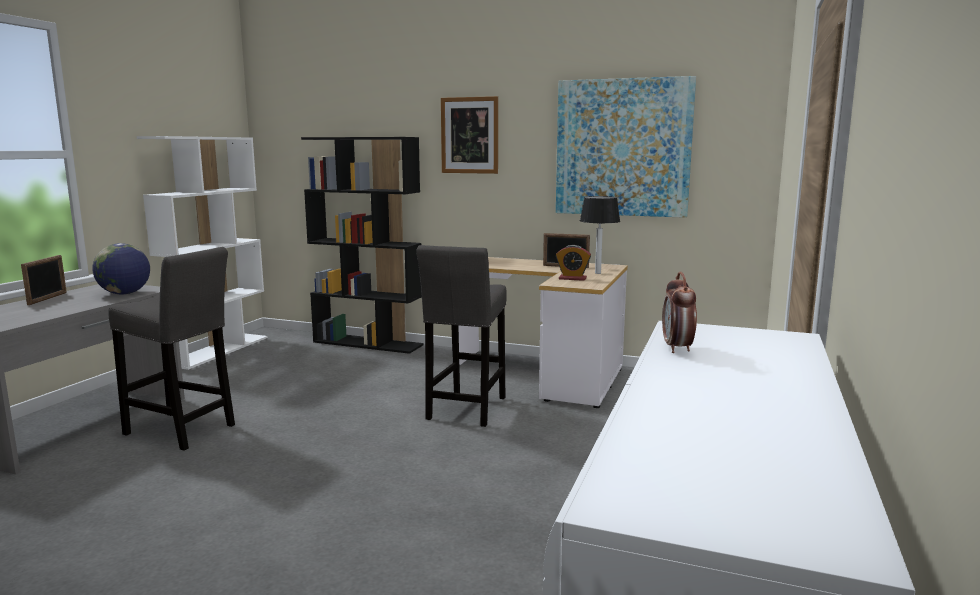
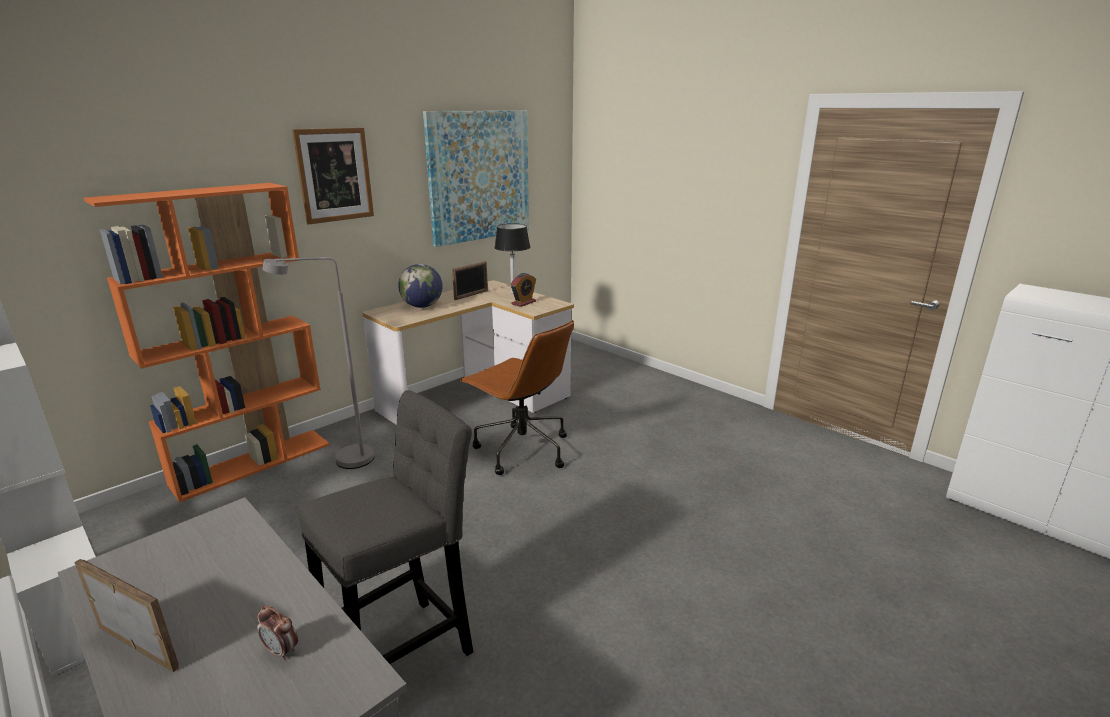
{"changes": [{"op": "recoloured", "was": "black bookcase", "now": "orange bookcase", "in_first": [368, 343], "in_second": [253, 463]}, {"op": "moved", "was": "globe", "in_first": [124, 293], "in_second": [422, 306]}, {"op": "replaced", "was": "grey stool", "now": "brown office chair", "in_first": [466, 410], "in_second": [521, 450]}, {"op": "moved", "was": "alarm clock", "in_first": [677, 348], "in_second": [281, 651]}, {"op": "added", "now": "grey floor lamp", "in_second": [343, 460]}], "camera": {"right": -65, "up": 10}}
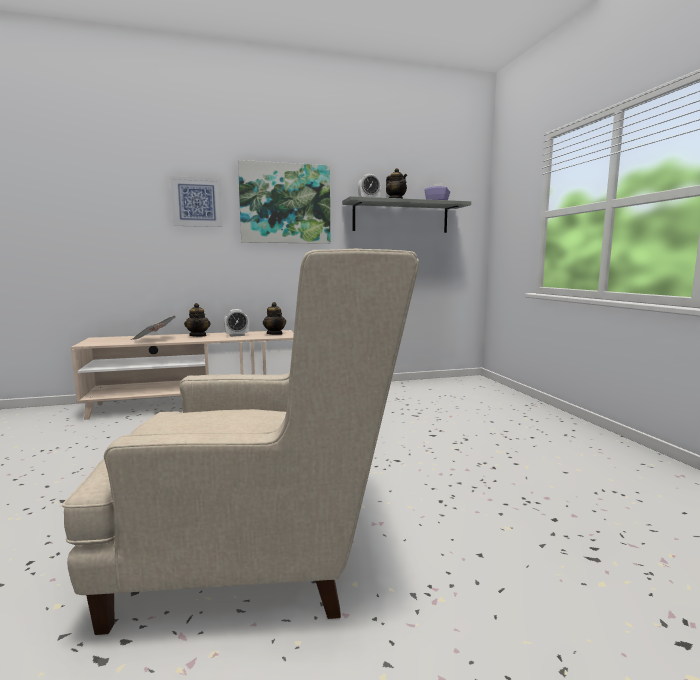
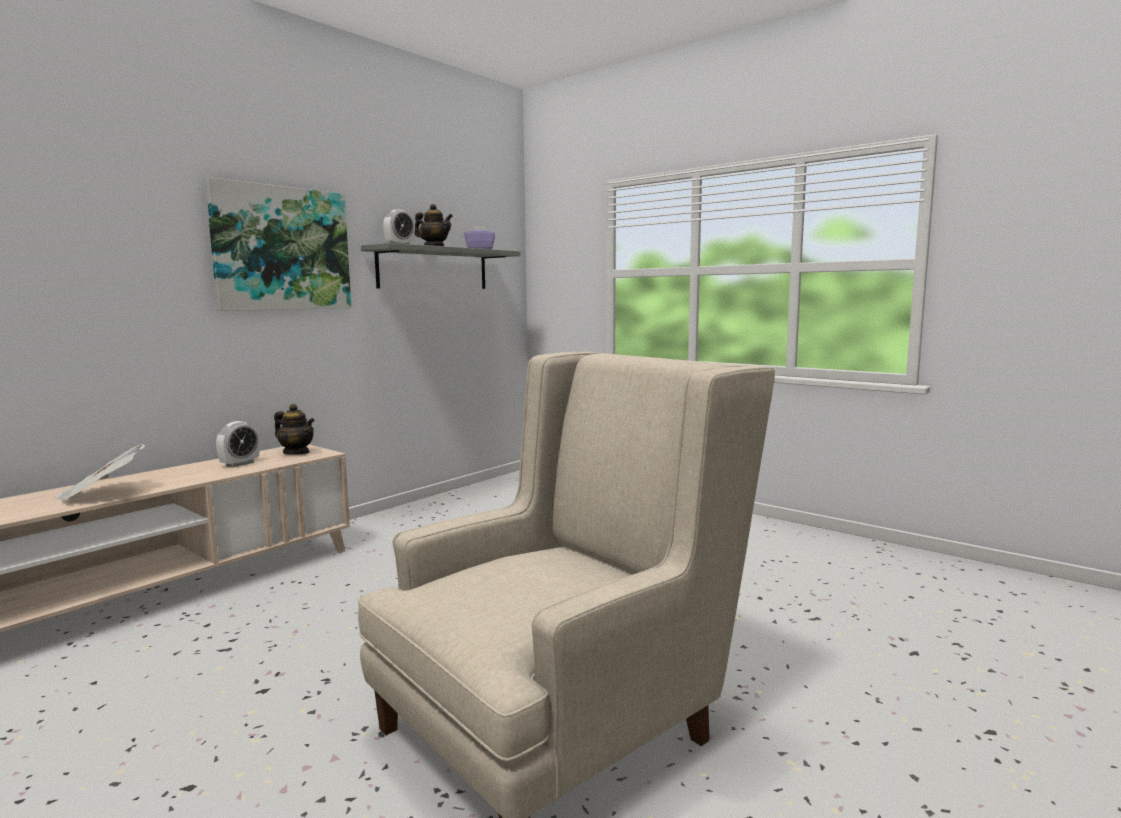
{"changes": [{"op": "removed", "was": "picture", "in_first": [197, 202]}, {"op": "removed", "was": "teapot", "in_first": [198, 335]}], "camera": {"right": -35, "up": 0}}
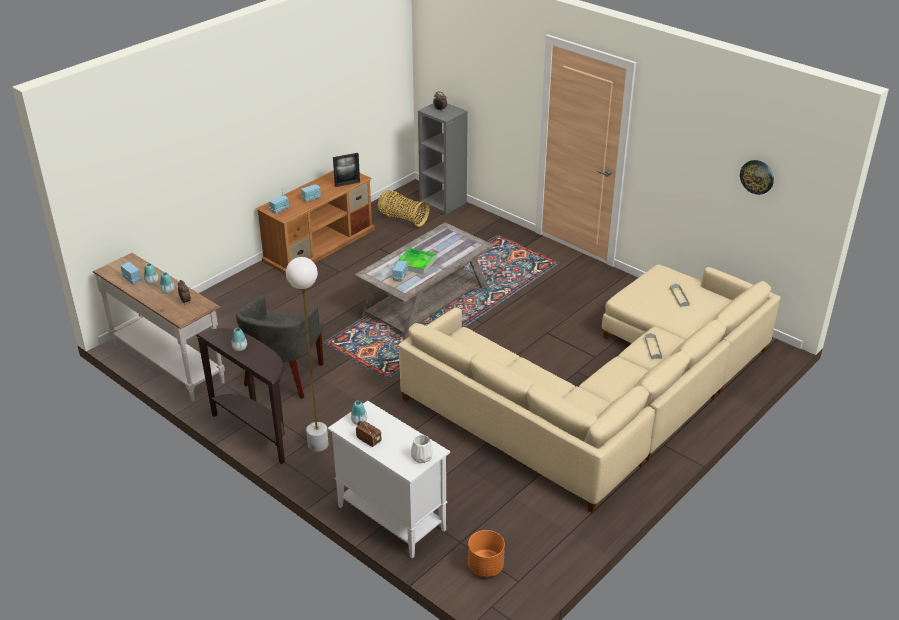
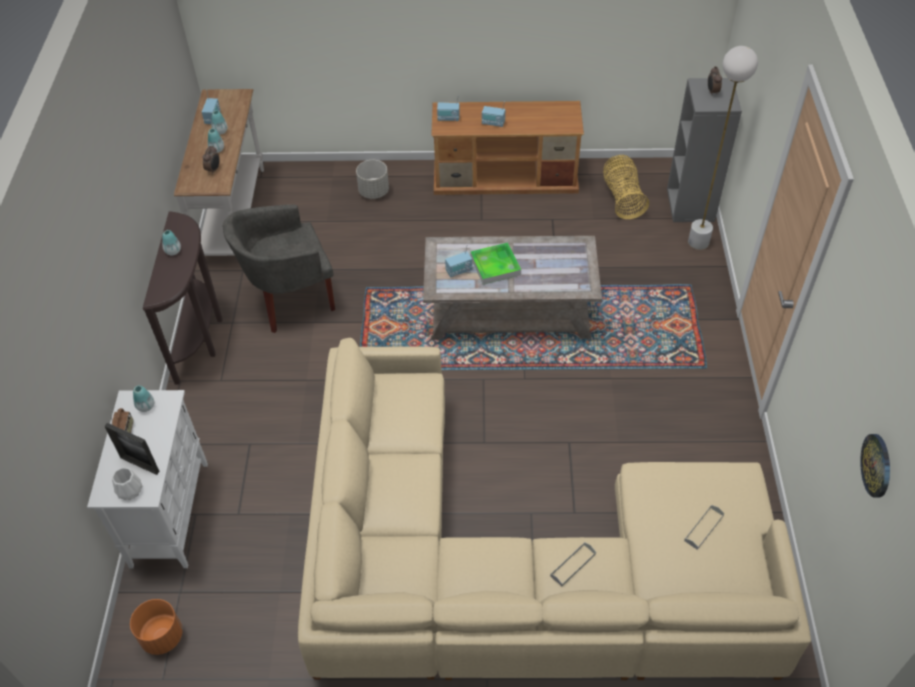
{"changes": [{"op": "moved", "was": "picture frame", "in_first": [347, 184], "in_second": [140, 464]}, {"op": "moved", "was": "white floor lamp", "in_first": [318, 444], "in_second": [698, 242]}, {"op": "added", "now": "grey planter", "in_second": [373, 192]}], "camera": {"right": 50, "up": 15}}
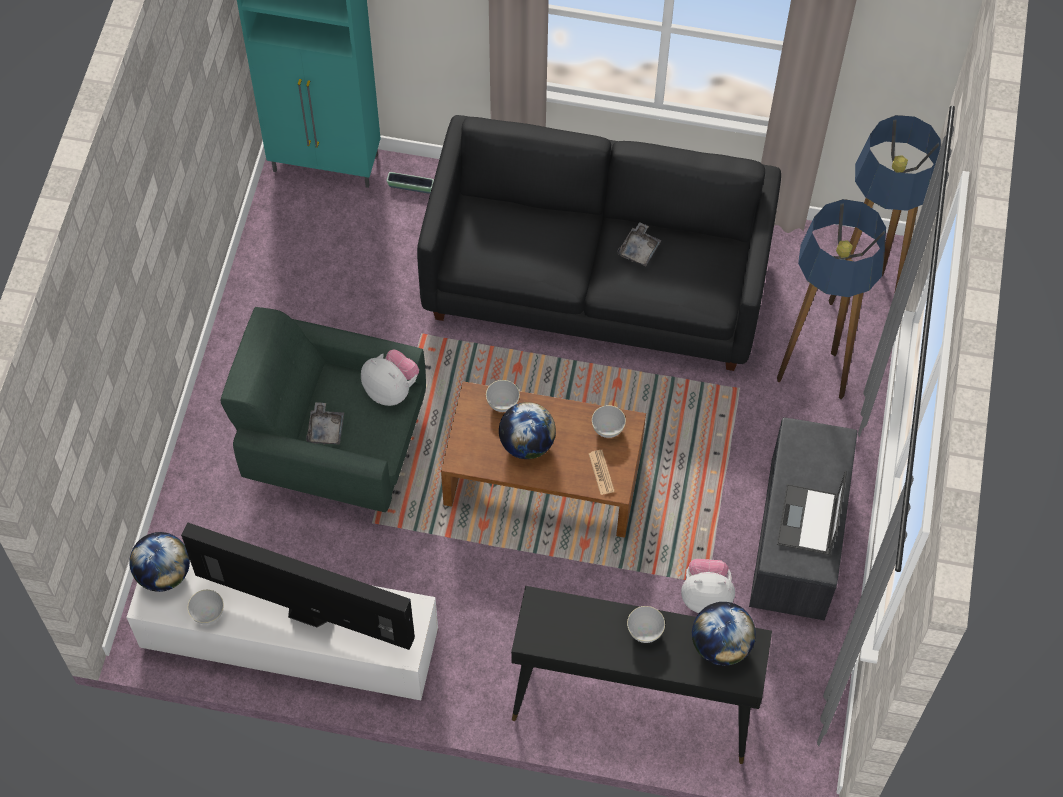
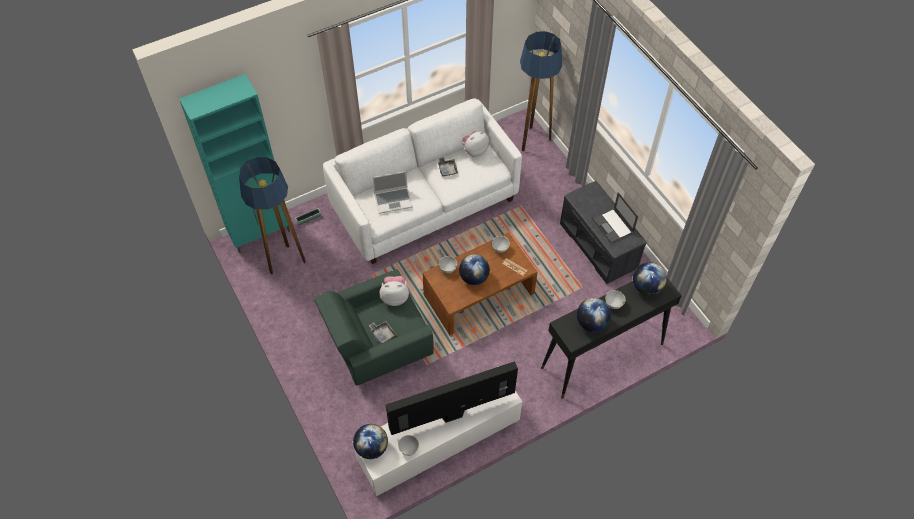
{"changes": [{"op": "recoloured", "was": "black sofa", "now": "white sofa", "in_first": [597, 281], "in_second": [425, 203]}, {"op": "moved", "was": "floor lamp", "in_first": [810, 377], "in_second": [285, 262]}, {"op": "moved", "was": "plush toy", "in_first": [705, 596], "in_second": [474, 150]}, {"op": "added", "now": "laptop", "in_second": [393, 200]}, {"op": "added", "now": "globe", "in_second": [591, 323]}], "camera": {"right": -40, "up": -5}}
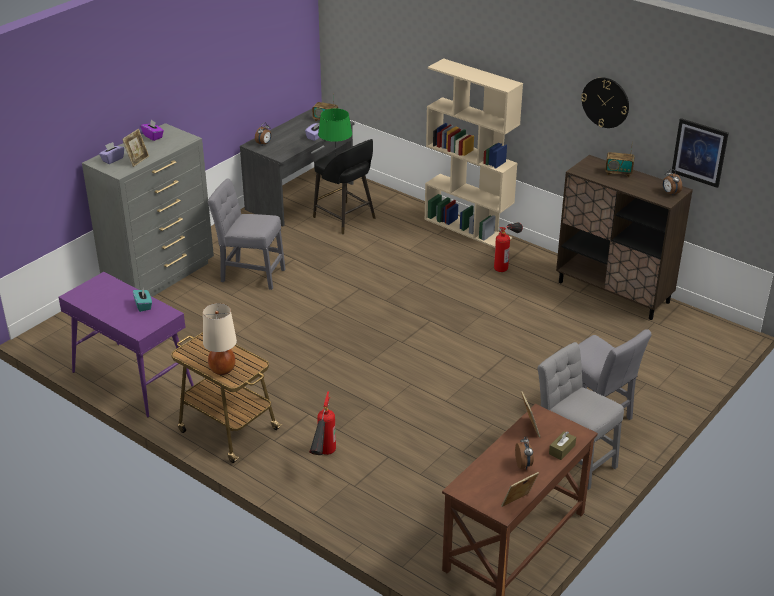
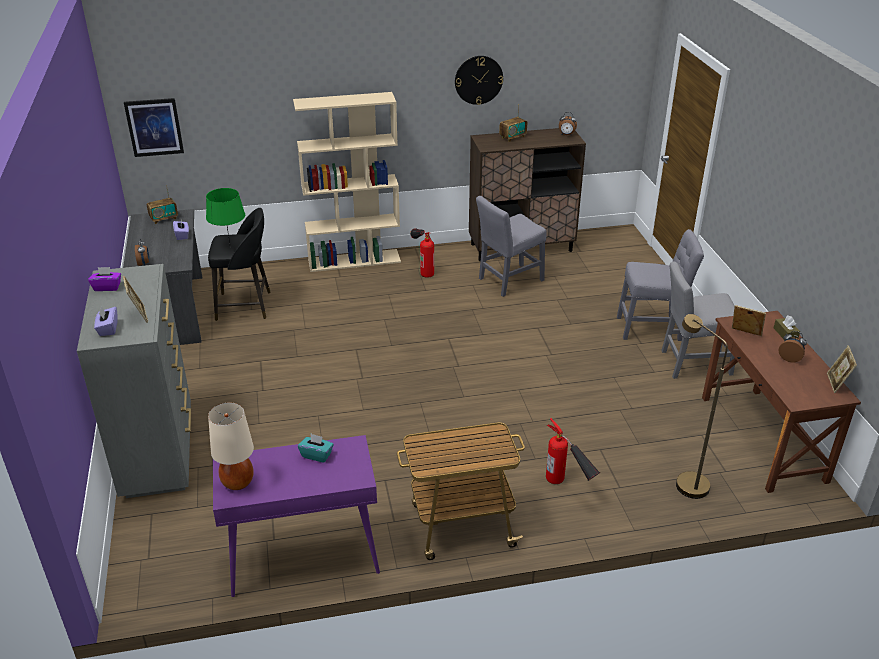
{"changes": [{"op": "moved", "was": "picture", "in_first": [699, 152], "in_second": [154, 127]}, {"op": "moved", "was": "grey chair", "in_first": [250, 274], "in_second": [508, 281]}, {"op": "moved", "was": "beige table lamp", "in_first": [222, 369], "in_second": [237, 482]}, {"op": "added", "now": "brown floor lamp", "in_second": [685, 481]}], "camera": {"right": -50, "up": 0}}
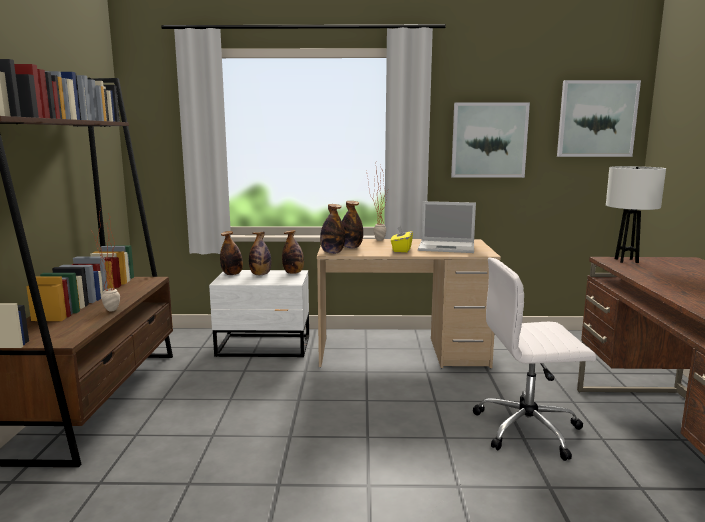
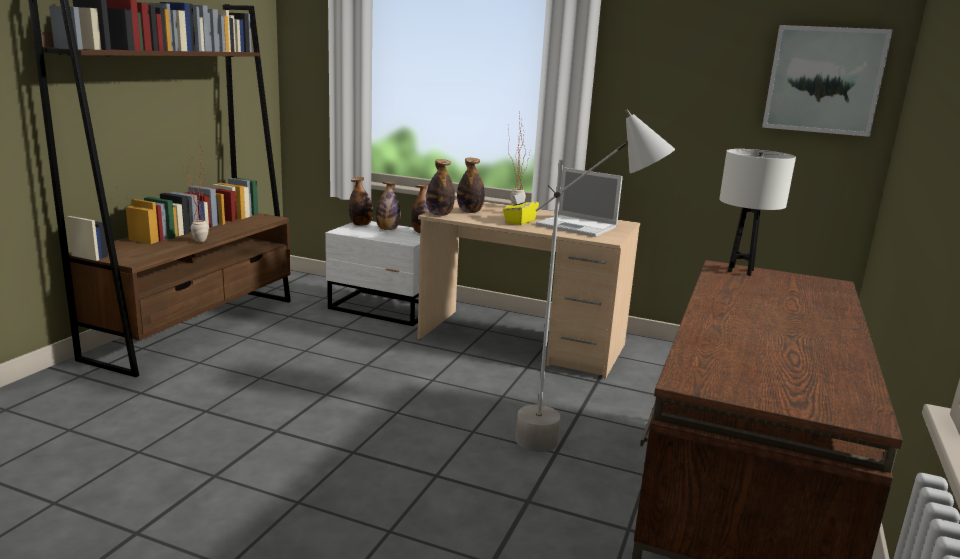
{"changes": [{"op": "removed", "was": "picture", "in_first": [489, 140]}, {"op": "replaced", "was": "white office chair", "now": "grey floor lamp", "in_first": [529, 429], "in_second": [572, 446]}], "camera": {"right": 20, "up": 5}}
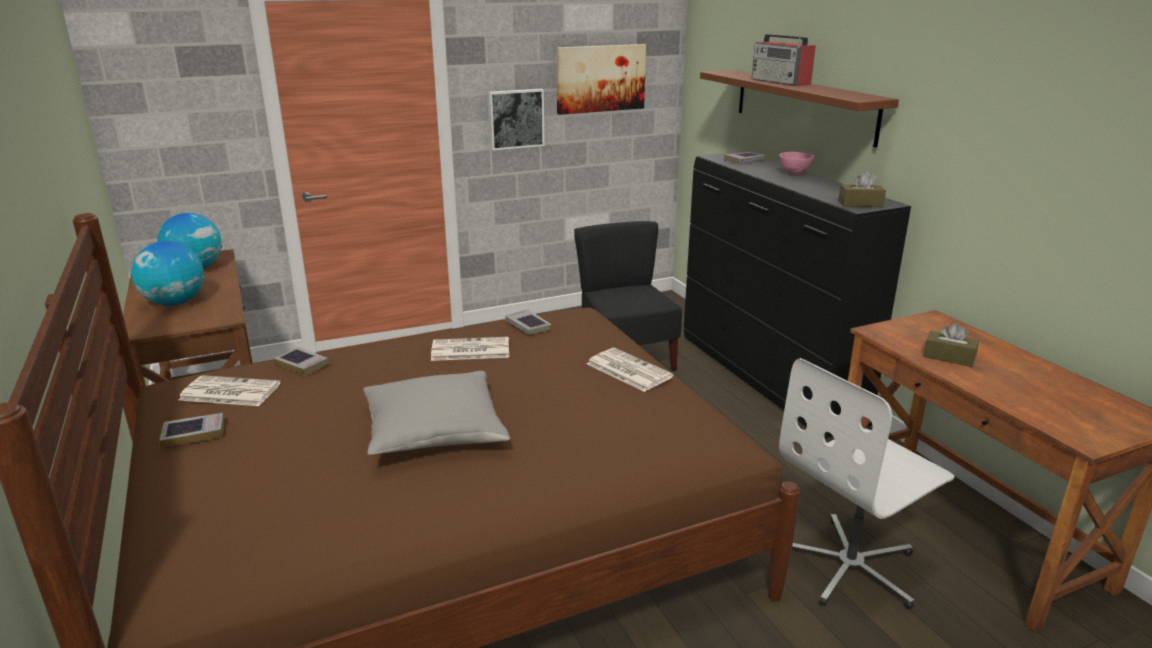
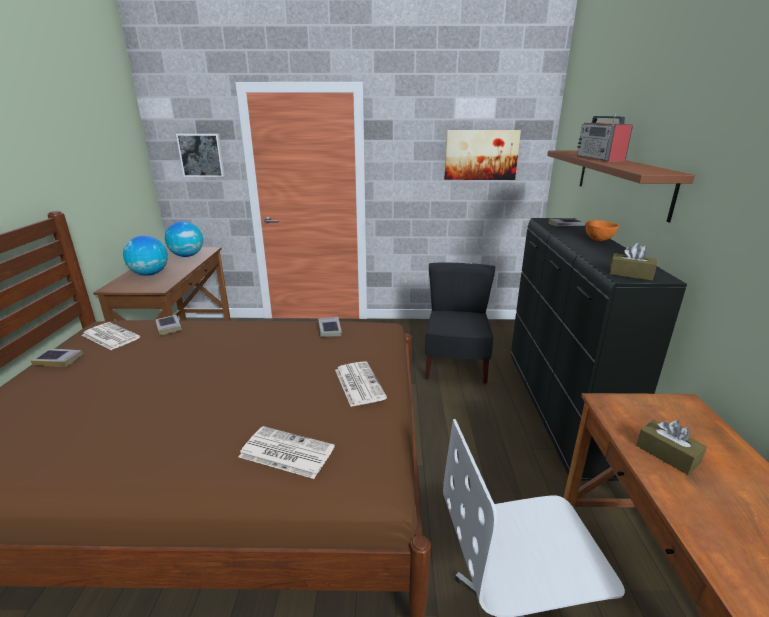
{"changes": [{"op": "moved", "was": "picture", "in_first": [515, 118], "in_second": [201, 155]}, {"op": "recoloured", "was": "pink bowl", "now": "orange bowl", "in_first": [795, 173], "in_second": [599, 240]}, {"op": "moved", "was": "newspaper", "in_first": [469, 350], "in_second": [285, 452]}, {"op": "removed", "was": "grey pillow", "in_first": [434, 432]}], "camera": {"right": 25, "up": 0}}
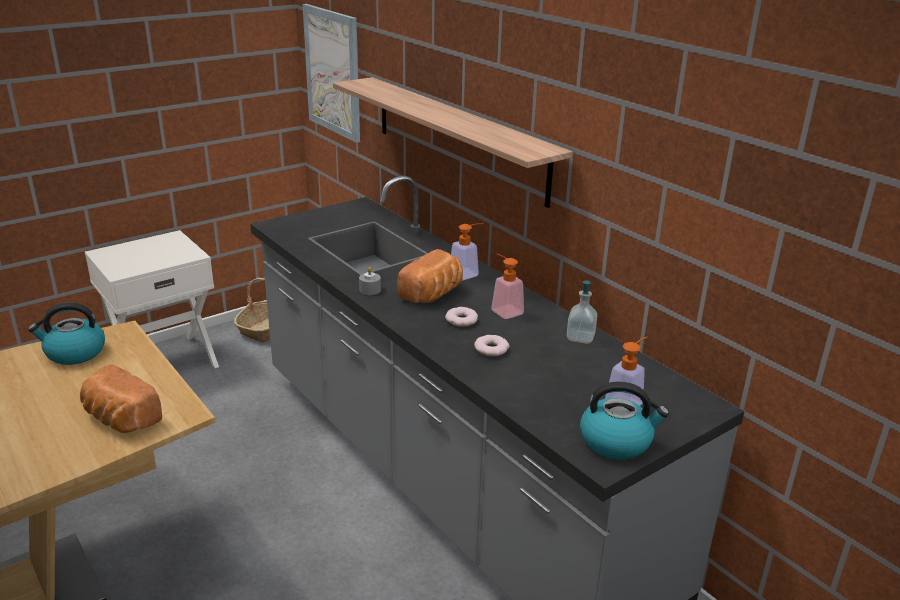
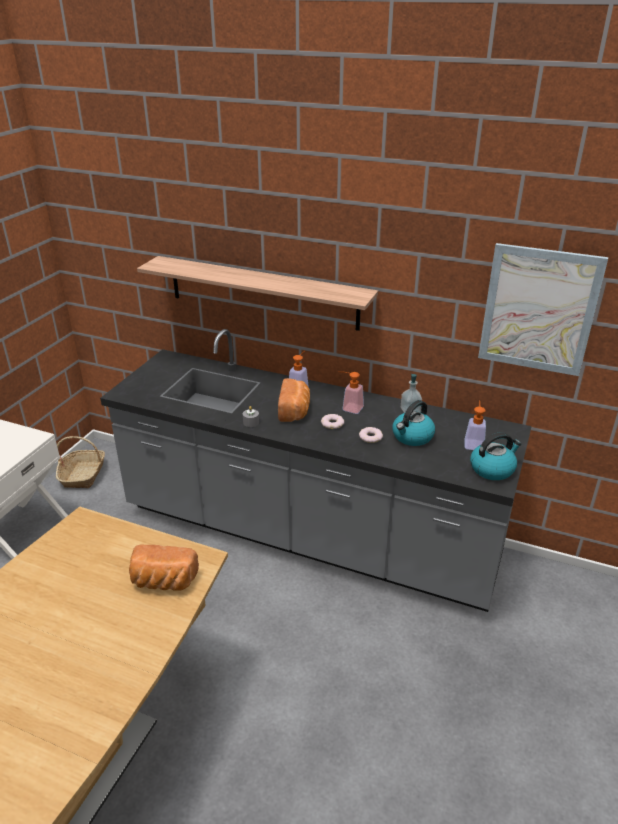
{"changes": [{"op": "moved", "was": "picture", "in_first": [333, 72], "in_second": [538, 310]}, {"op": "moved", "was": "kettle", "in_first": [74, 353], "in_second": [412, 437]}], "camera": {"right": -30, "up": 5}}
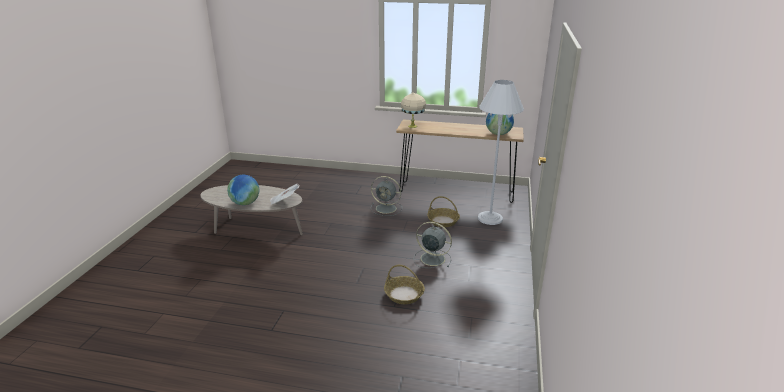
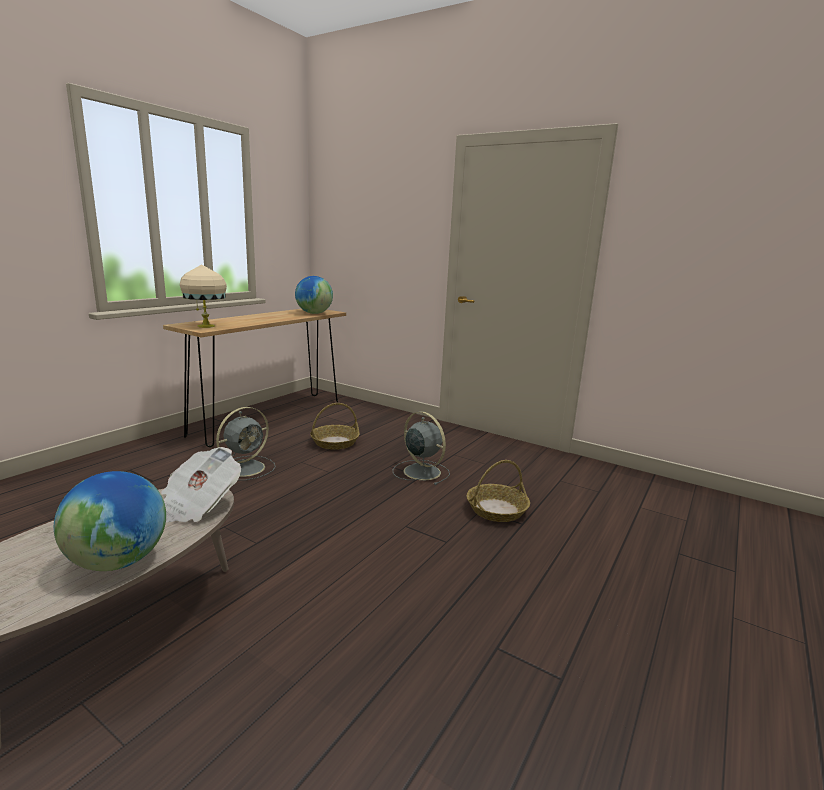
{"changes": [{"op": "removed", "was": "white floor lamp", "in_first": [490, 218]}, {"op": "turned", "was": "grey fan", "in_first": [431, 258], "in_second": [420, 471], "clockwise": 90}], "camera": {"right": -70, "up": -10}}
